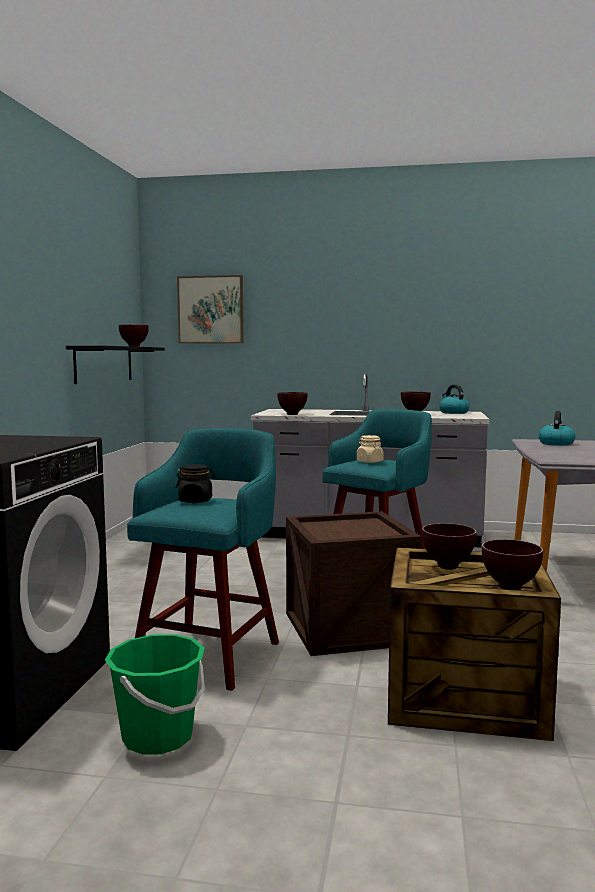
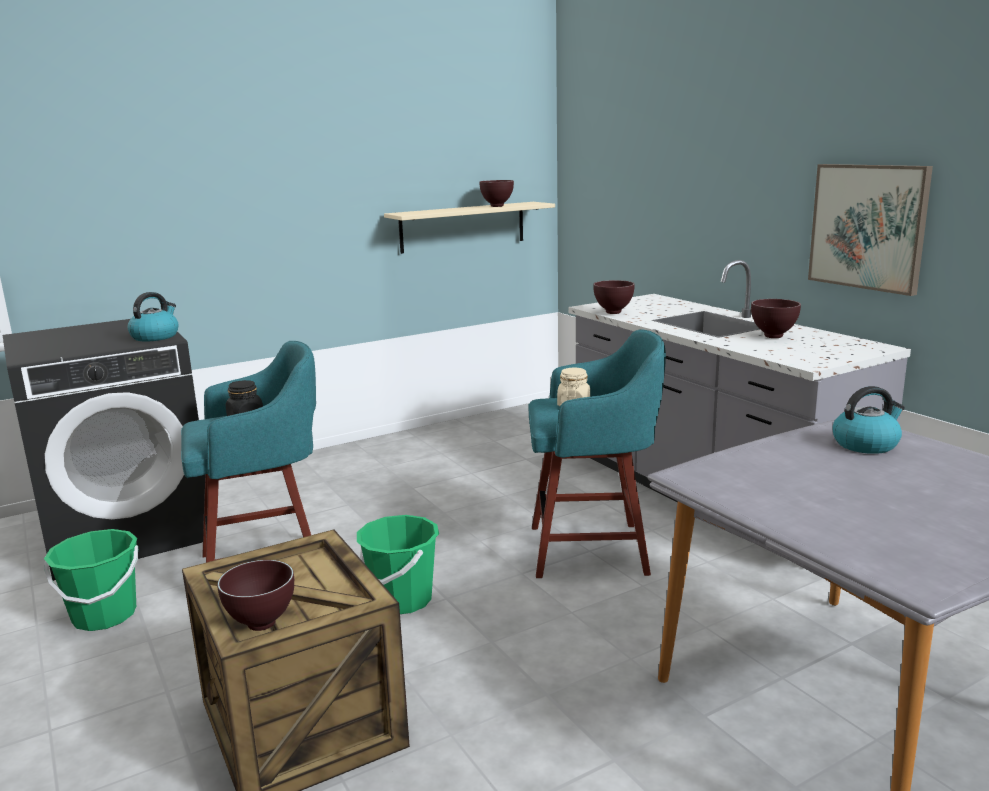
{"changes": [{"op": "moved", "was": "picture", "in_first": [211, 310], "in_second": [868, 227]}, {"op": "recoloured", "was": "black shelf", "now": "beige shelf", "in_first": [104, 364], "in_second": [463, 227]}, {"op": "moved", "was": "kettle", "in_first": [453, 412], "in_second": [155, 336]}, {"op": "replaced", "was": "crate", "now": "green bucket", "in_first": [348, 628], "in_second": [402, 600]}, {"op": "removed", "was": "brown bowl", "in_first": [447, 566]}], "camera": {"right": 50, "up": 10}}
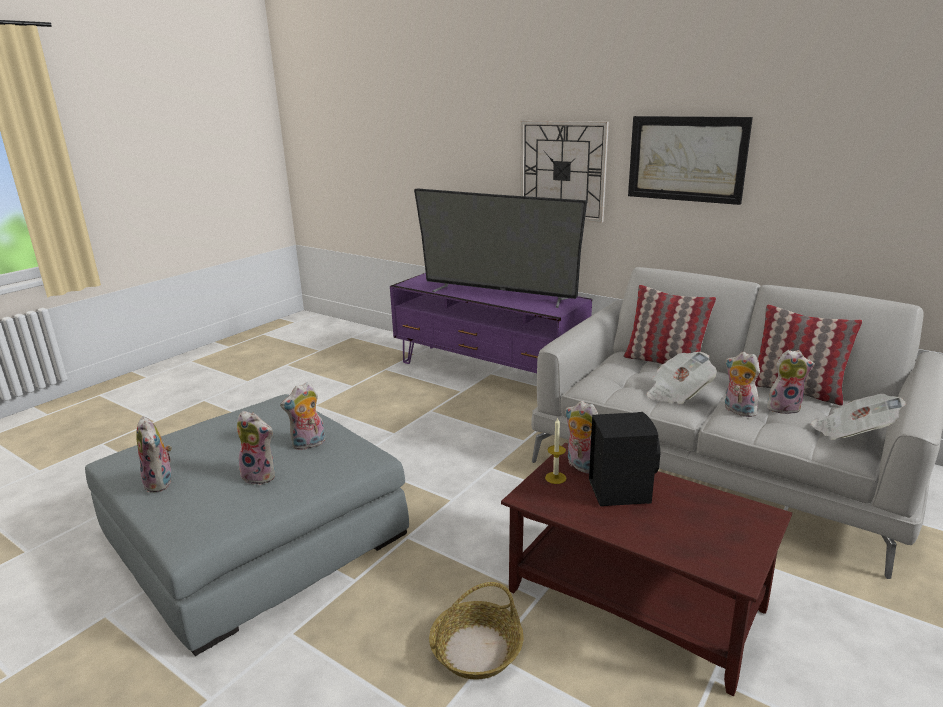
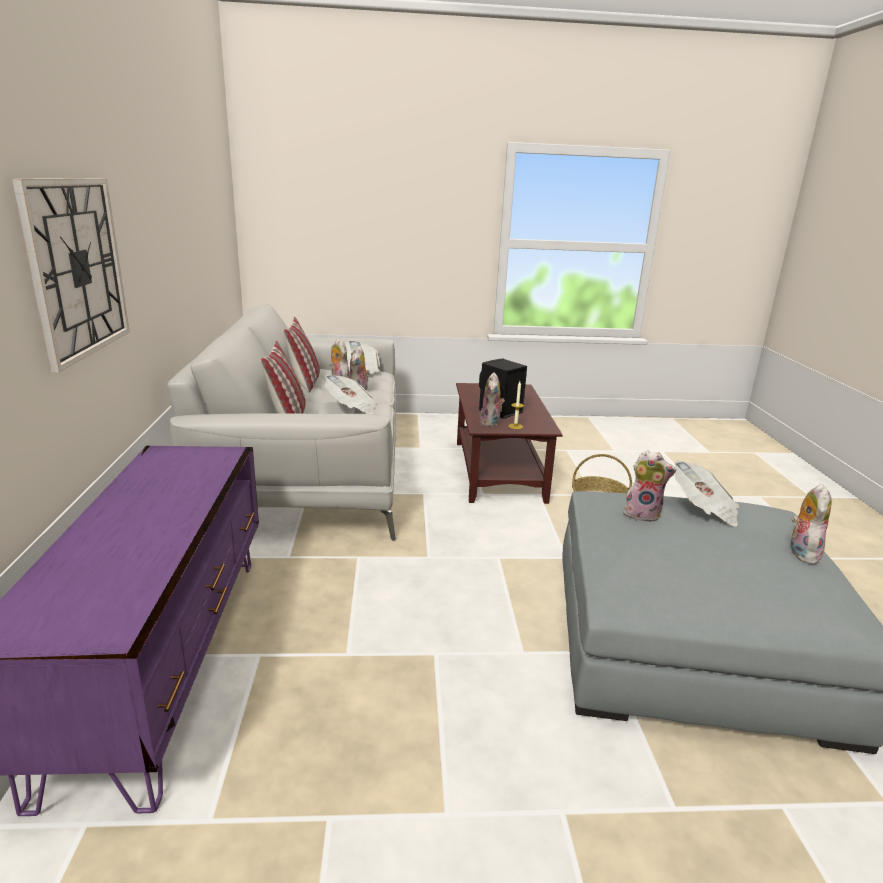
{"changes": [{"op": "removed", "was": "picture", "in_first": [686, 159]}, {"op": "removed", "was": "television", "in_first": [498, 295]}, {"op": "replaced", "was": "plush toy", "now": "newspaper", "in_first": [261, 475], "in_second": [704, 510]}], "camera": {"right": -130, "up": 0}}
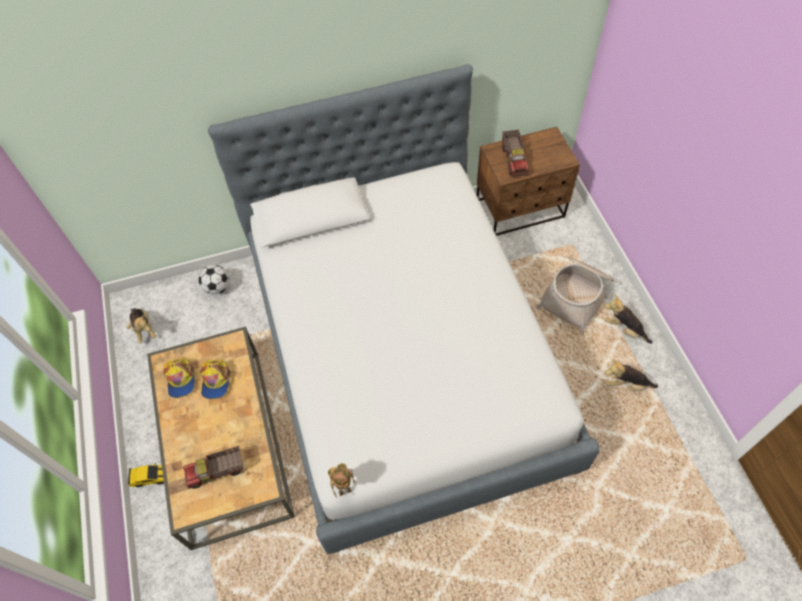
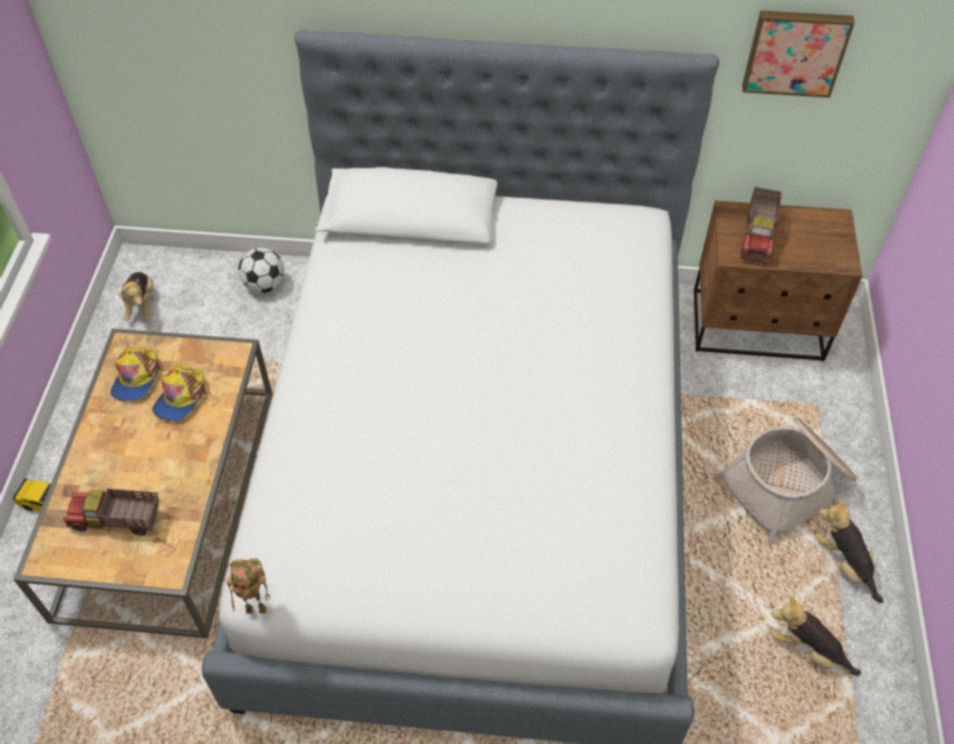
{"changes": [{"op": "added", "now": "picture", "in_second": [795, 51]}], "camera": {"right": 20, "up": -5}}
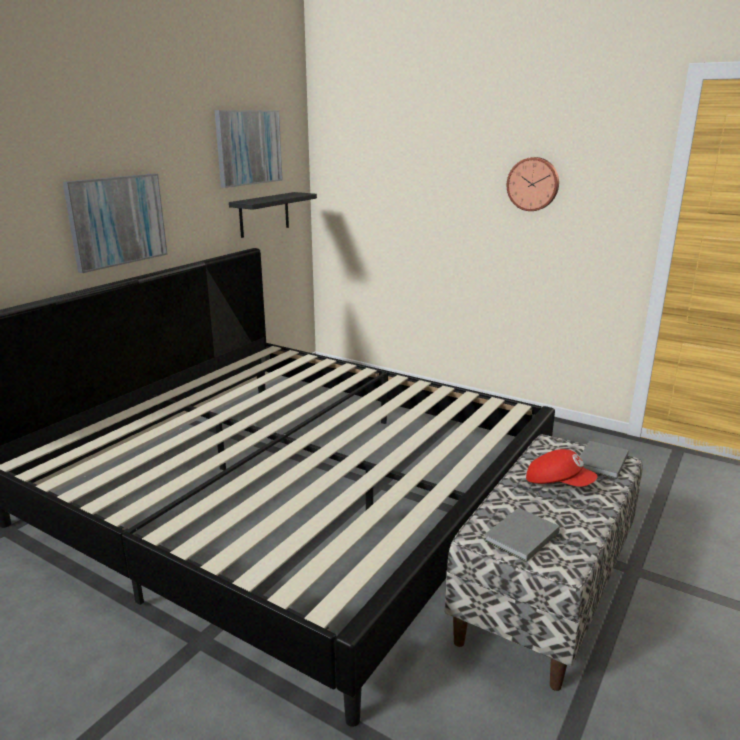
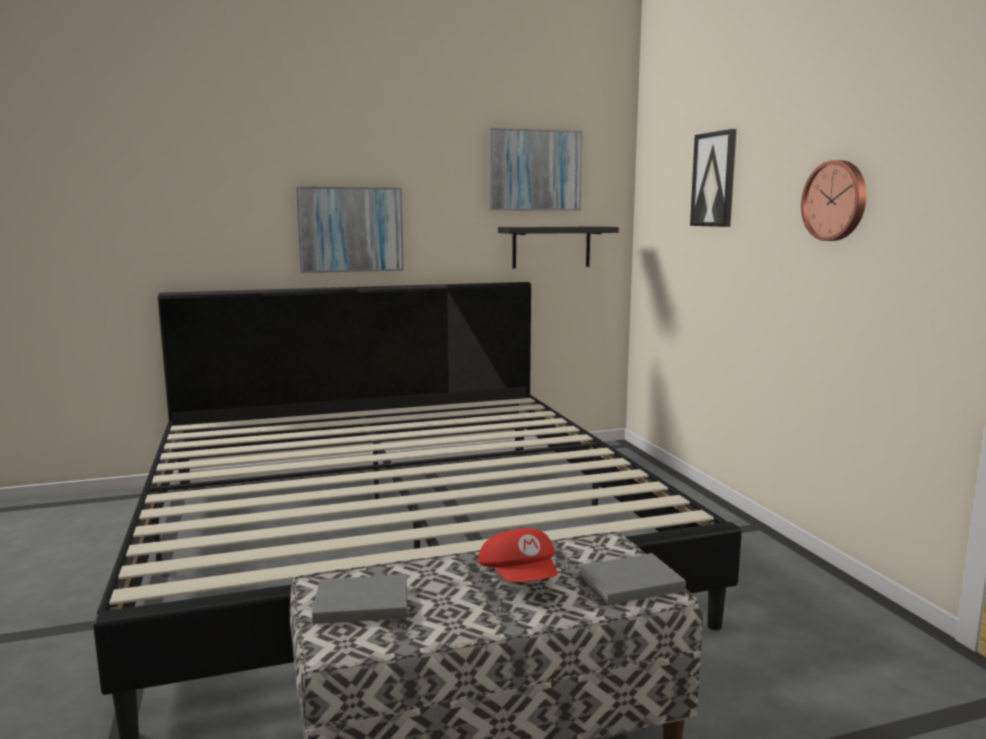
{"changes": [{"op": "added", "now": "picture", "in_second": [714, 179]}], "camera": {"right": 40, "up": -10}}
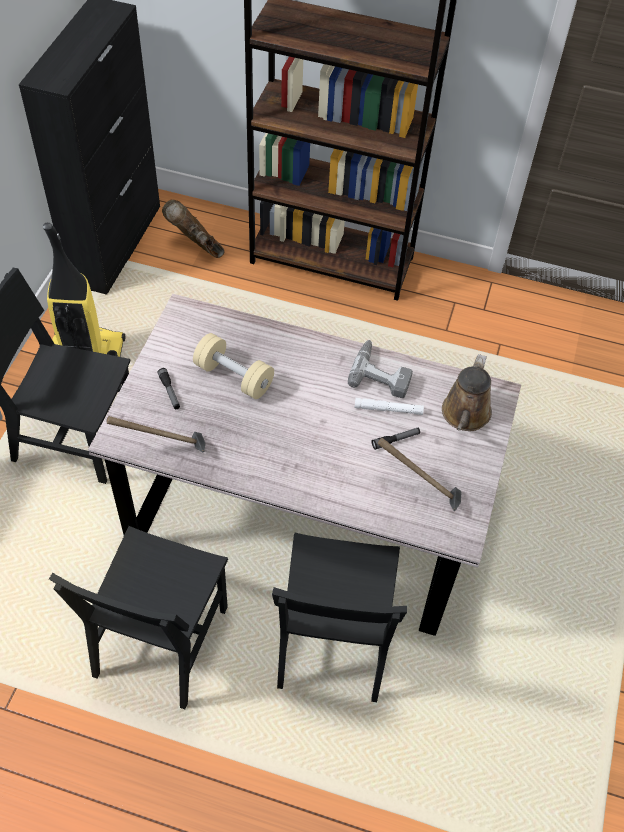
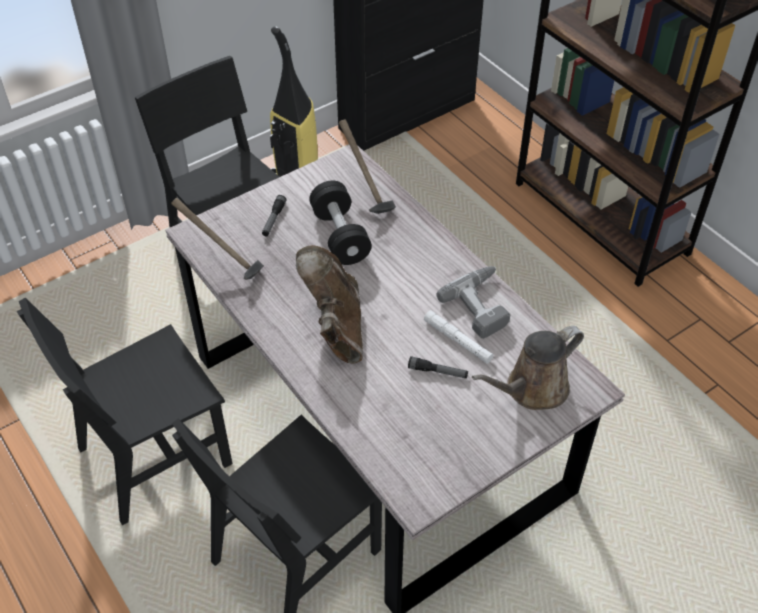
{"changes": [{"op": "moved", "was": "brown boot", "in_first": [196, 246], "in_second": [336, 328]}, {"op": "recoloured", "was": "beige dumbbell", "now": "black dumbbell", "in_first": [234, 377], "in_second": [340, 236]}, {"op": "moved", "was": "hammer", "in_first": [419, 492], "in_second": [364, 193]}], "camera": {"right": 40, "up": -5}}
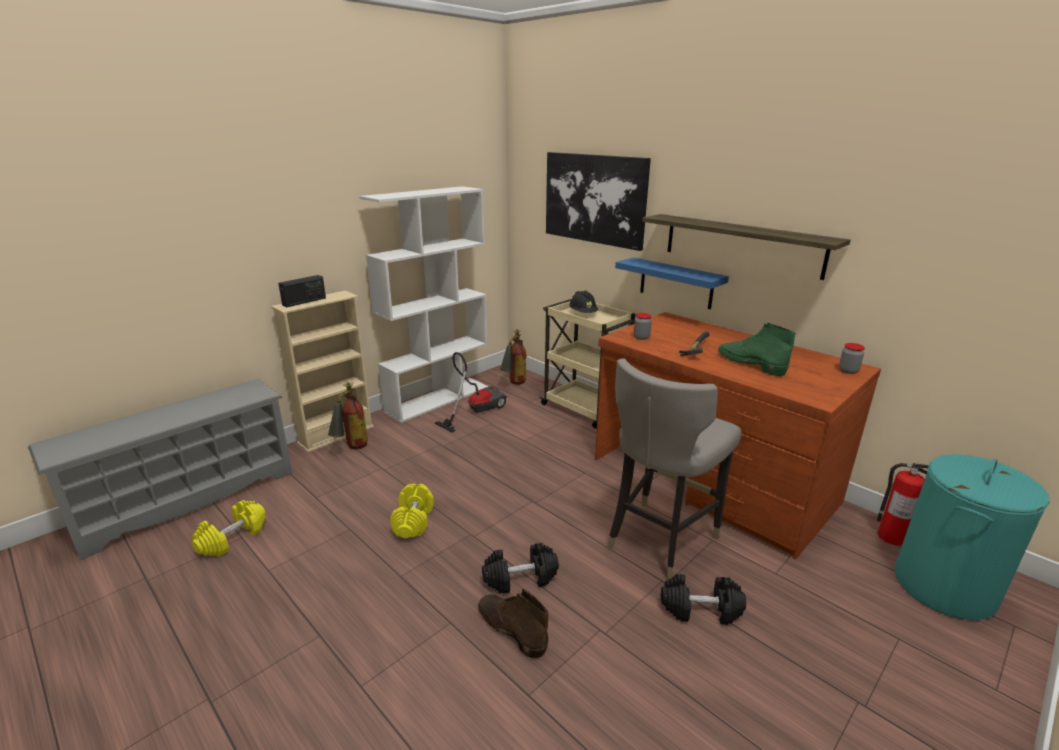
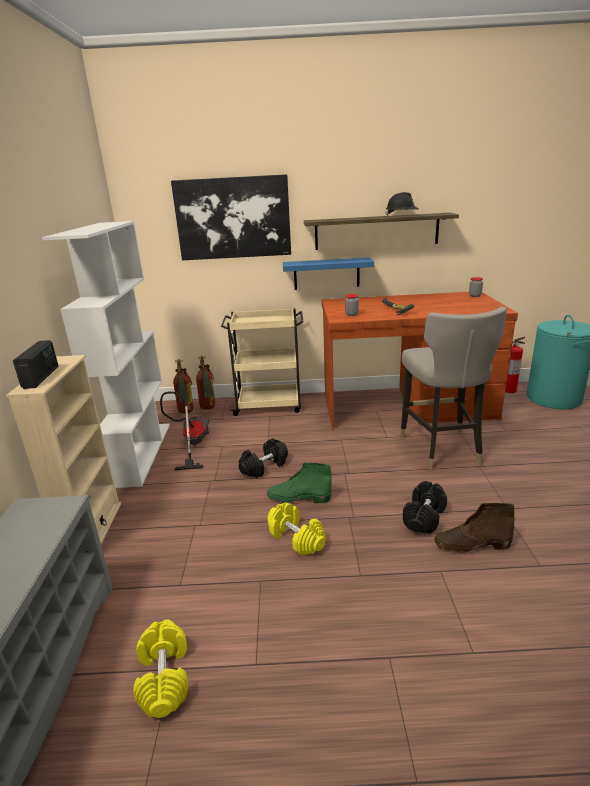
{"changes": [{"op": "moved", "was": "black hard hat", "in_first": [583, 313], "in_second": [401, 216]}, {"op": "moved", "was": "green boot", "in_first": [750, 363], "in_second": [298, 498]}, {"op": "moved", "was": "fire extinguisher", "in_first": [351, 449], "in_second": [208, 409]}, {"op": "moved", "was": "black dumbbell", "in_first": [700, 610], "in_second": [264, 467]}], "camera": {"right": -45, "up": 0}}
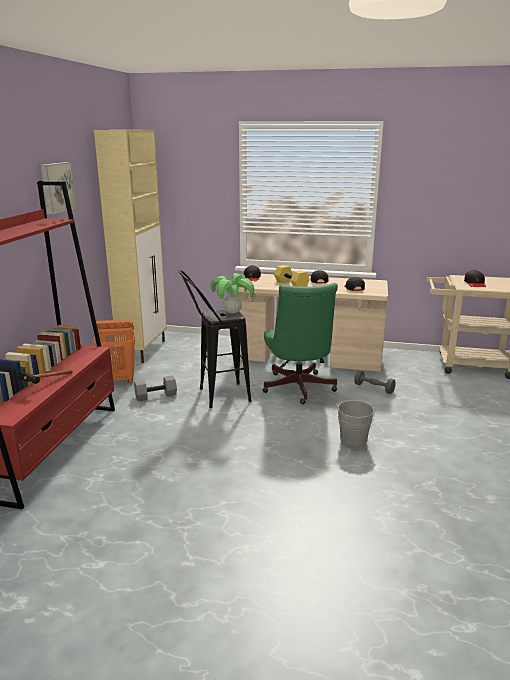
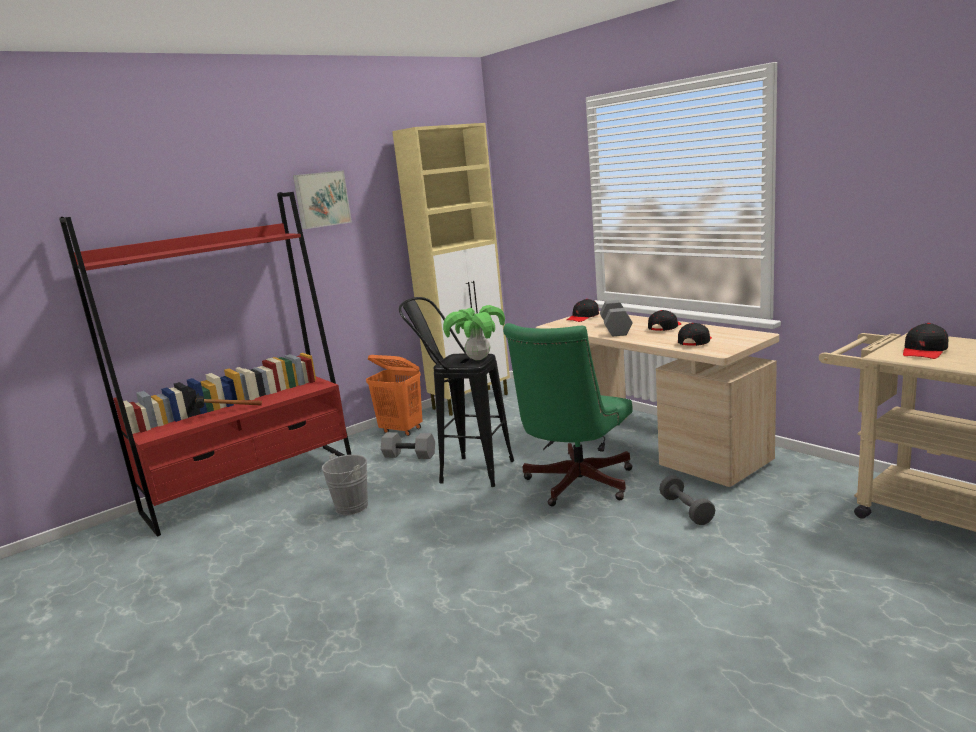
{"changes": [{"op": "recoloured", "was": "yellow dumbbell", "now": "grey dumbbell", "in_first": [292, 284], "in_second": [617, 329]}, {"op": "moved", "was": "grey bucket", "in_first": [353, 443], "in_second": [348, 509]}], "camera": {"right": 40, "up": -5}}
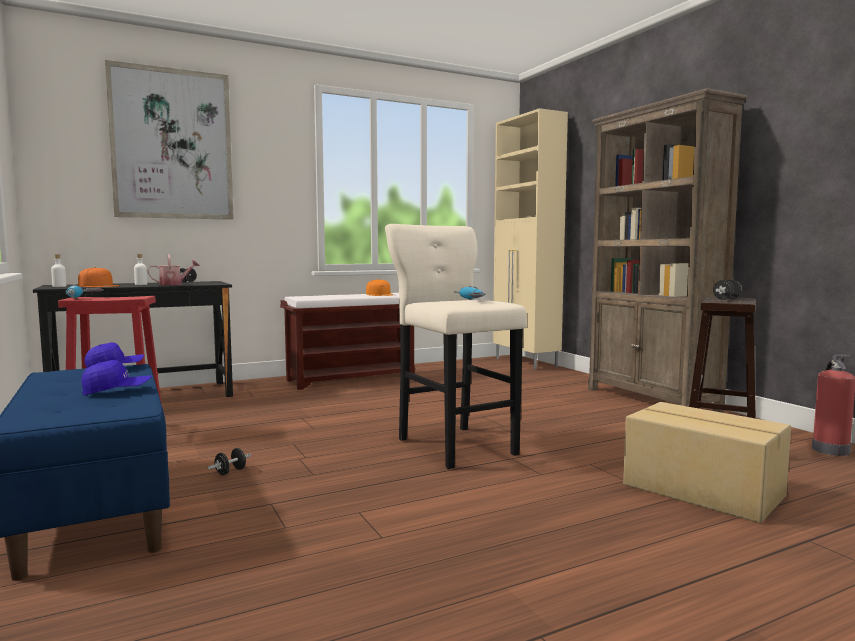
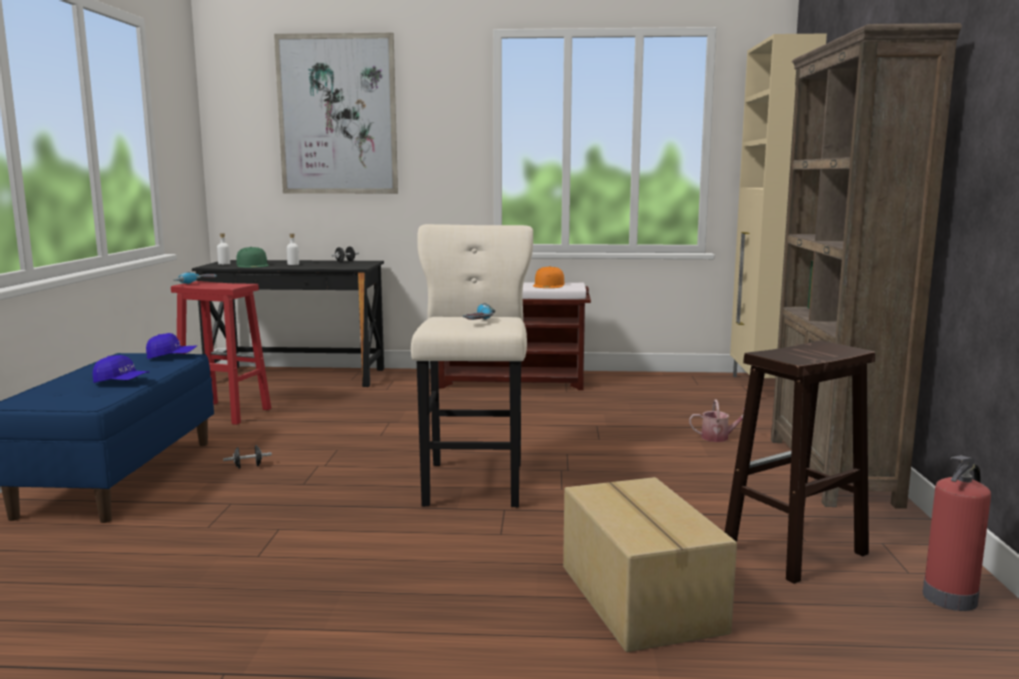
{"changes": [{"op": "moved", "was": "watering can", "in_first": [174, 284], "in_second": [719, 437]}, {"op": "recoloured", "was": "orange cap", "now": "green cap", "in_first": [99, 286], "in_second": [253, 265]}, {"op": "removed", "was": "black dumbbell", "in_first": [726, 299]}], "camera": {"right": 30, "up": 5}}
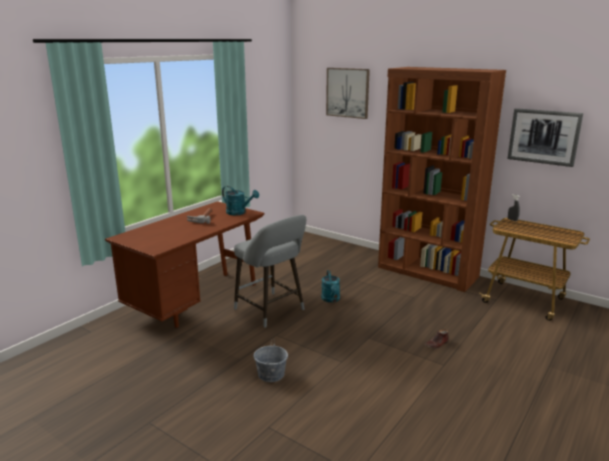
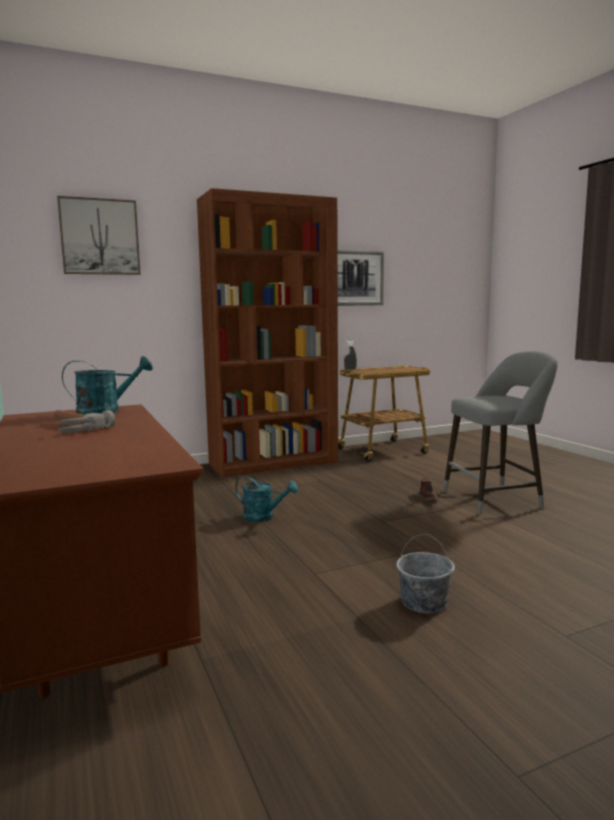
{"changes": [{"op": "moved", "was": "grey stool", "in_first": [272, 311], "in_second": [496, 499]}], "camera": {"right": -60, "up": -10}}
